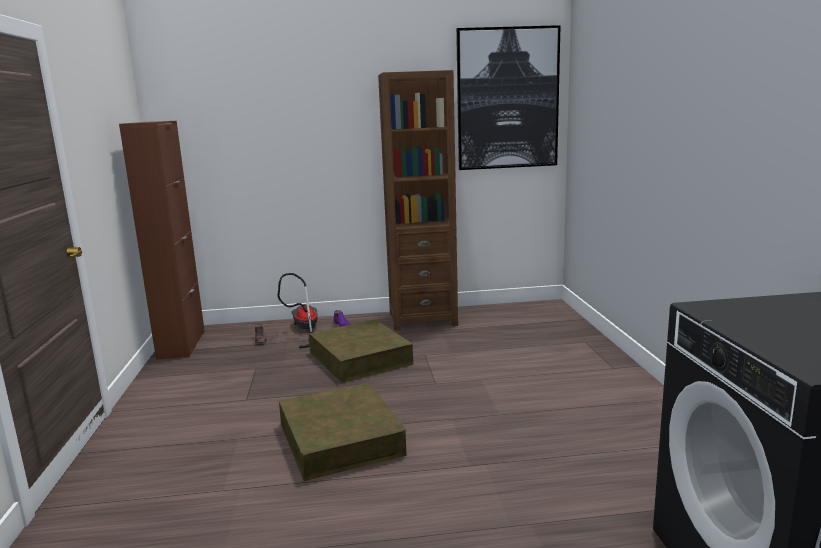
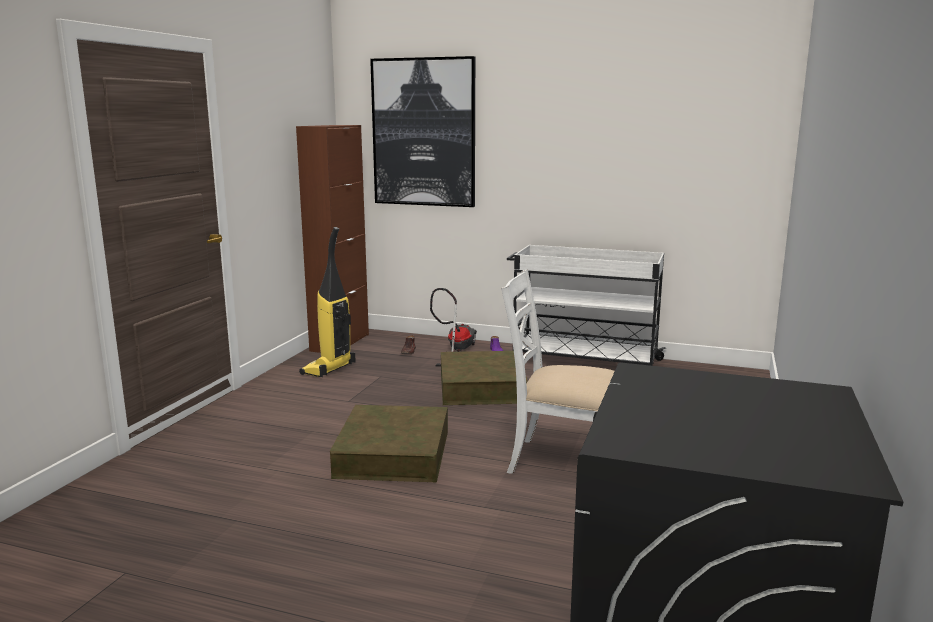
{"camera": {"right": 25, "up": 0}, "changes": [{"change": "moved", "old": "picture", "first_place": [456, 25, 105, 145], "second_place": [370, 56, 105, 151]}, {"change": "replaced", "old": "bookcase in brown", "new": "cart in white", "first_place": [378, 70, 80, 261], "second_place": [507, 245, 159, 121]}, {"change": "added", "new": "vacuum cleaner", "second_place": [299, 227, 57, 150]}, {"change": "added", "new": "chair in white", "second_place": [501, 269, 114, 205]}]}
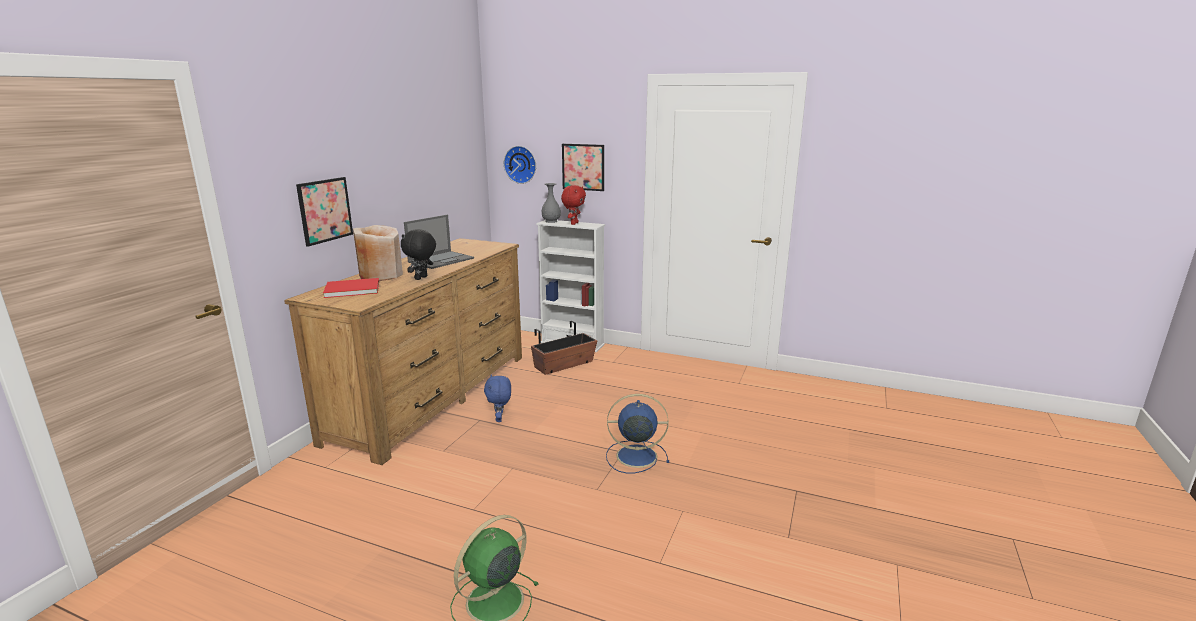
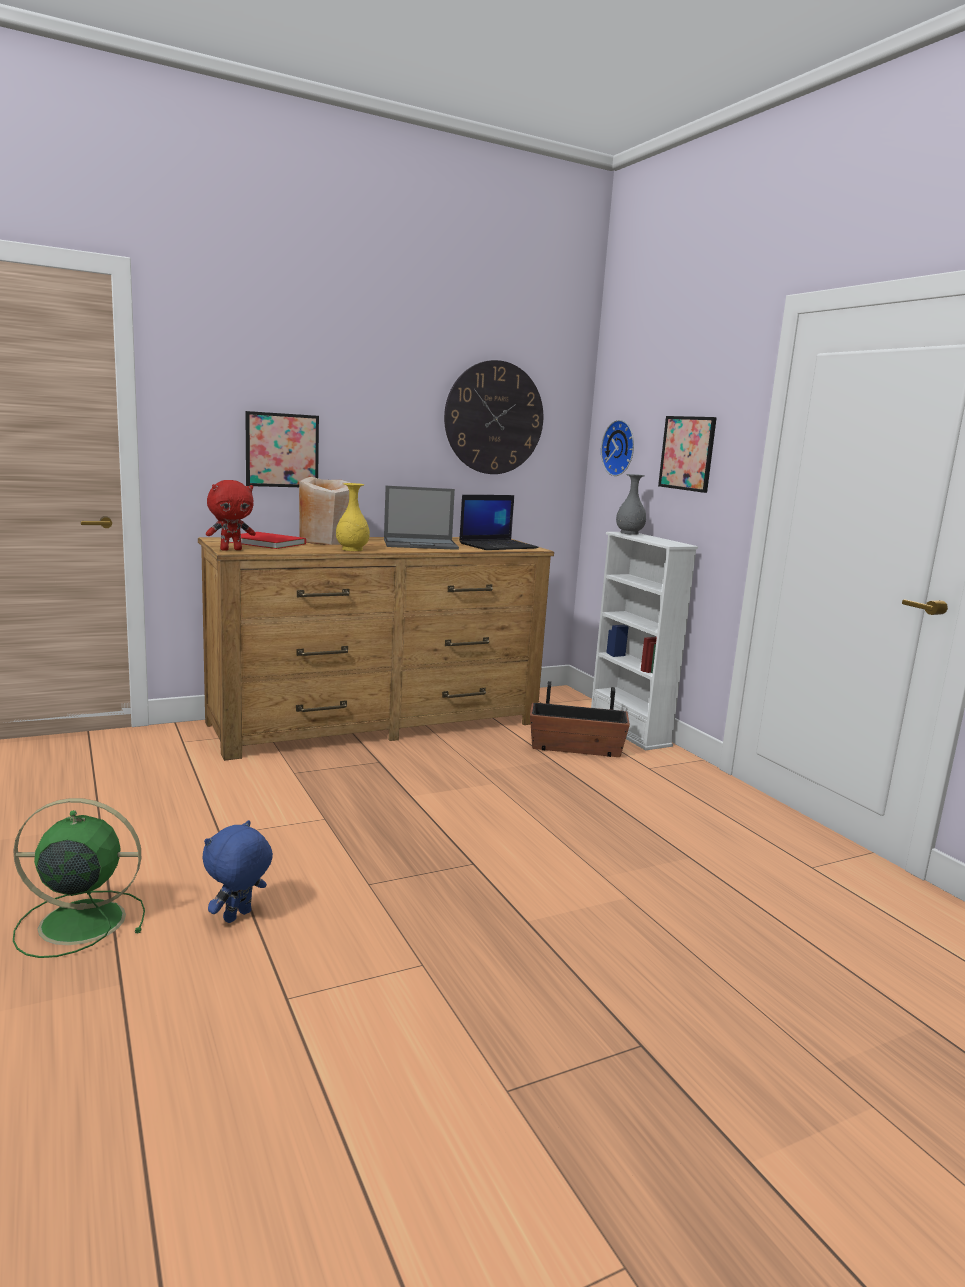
{"camera": {"right": 40, "up": -5}, "changes": [{"change": "moved", "old": "plush toy in red", "first_place": [561, 185, 25, 40], "second_place": [206, 480, 50, 71]}, {"change": "replaced", "old": "plush toy in black", "new": "vase in yellow", "first_place": [401, 229, 35, 51], "second_place": [336, 483, 34, 68]}, {"change": "moved", "old": "plush toy in blue", "first_place": [484, 374, 27, 48], "second_place": [202, 820, 71, 103]}, {"change": "removed", "old": "fan in blue", "first_place": [606, 394, 63, 80]}, {"change": "added", "new": "wall clock", "second_place": [444, 360, 99, 114]}, {"change": "added", "new": "laptop", "second_place": [459, 495, 80, 55]}]}
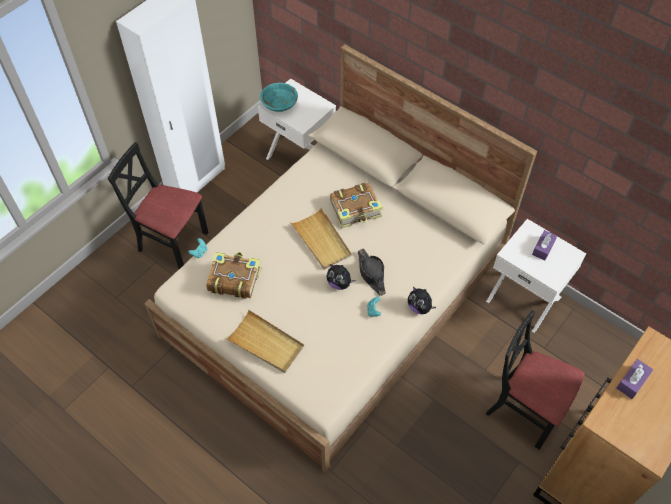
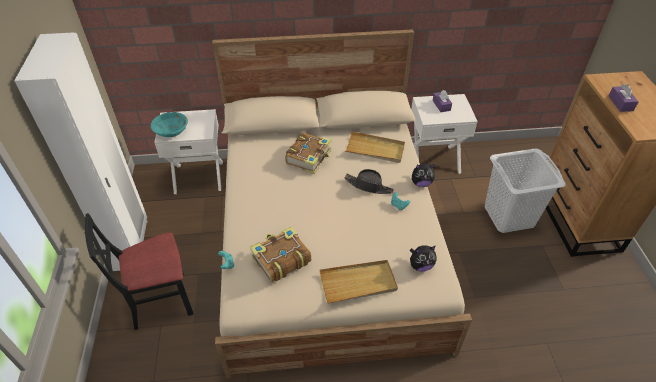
{"camera": {"right": -45, "up": -10}, "changes": [{"change": "moved", "old": "tray in beige", "first_place": [290, 208, 62, 62], "second_place": [345, 131, 60, 32]}, {"change": "moved", "old": "plush toy", "first_place": [327, 264, 28, 26], "second_place": [410, 245, 26, 27]}, {"change": "replaced", "old": "chair in black", "new": "laundry basket in white", "first_place": [486, 310, 98, 140], "second_place": [485, 148, 81, 85]}]}
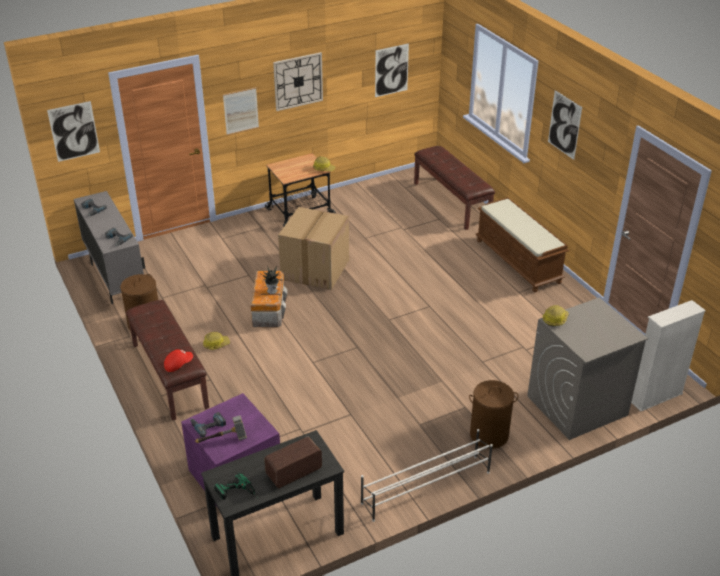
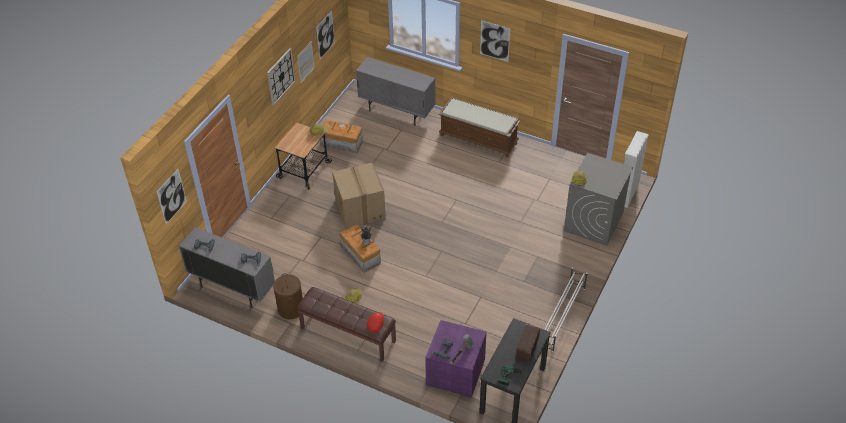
{"camera": {"right": -35, "up": 10}, "changes": [{"change": "moved", "old": "picture", "first_place": [223, 87, 36, 48], "second_place": [297, 41, 18, 42]}, {"change": "replaced", "old": "bench in brown", "new": "cabinet in grey", "first_place": [414, 146, 81, 84], "second_place": [356, 57, 80, 69]}, {"change": "removed", "old": "laundry basket in brown", "first_place": [469, 380, 50, 69]}, {"change": "added", "new": "storage box", "second_place": [320, 120, 43, 33]}]}
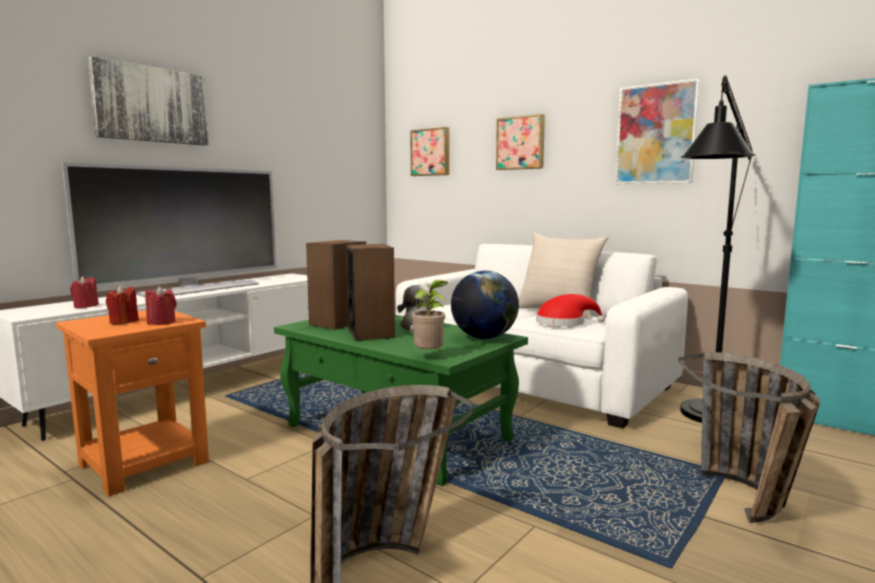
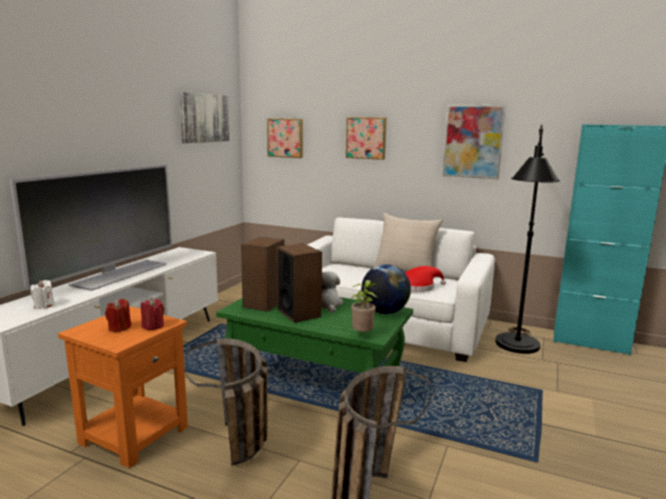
{"camera": {"right": -15, "up": 5}, "changes": [{"change": "moved", "old": "picture", "first_place": [88, 56, 121, 90], "second_place": [179, 92, 51, 51]}, {"change": "recoloured", "old": "candle in red", "new": "candle in white", "first_place": [70, 276, 29, 32], "second_place": [31, 280, 23, 29]}, {"change": "moved", "old": "basket", "first_place": [678, 352, 142, 171], "second_place": [185, 338, 82, 128]}]}
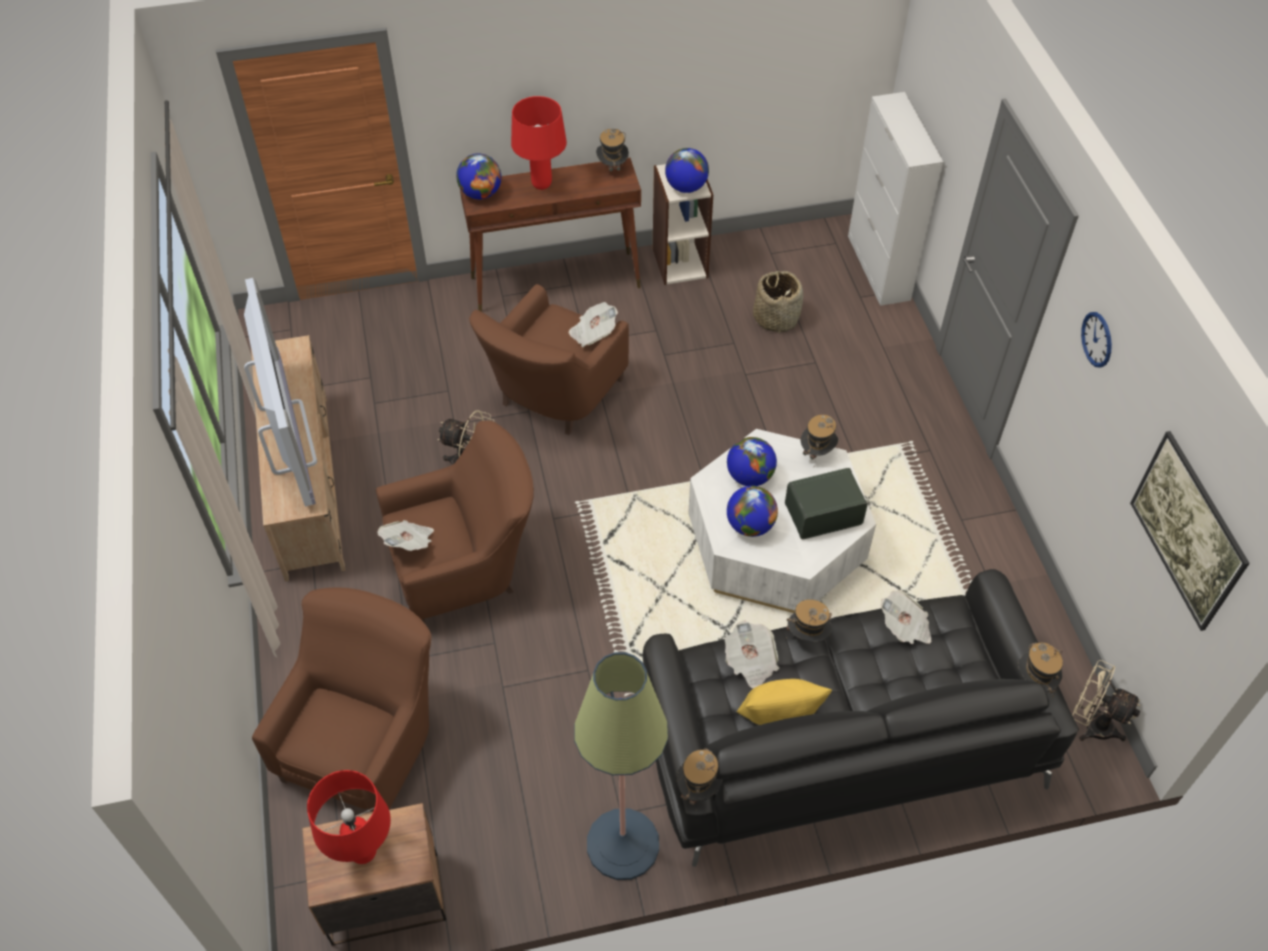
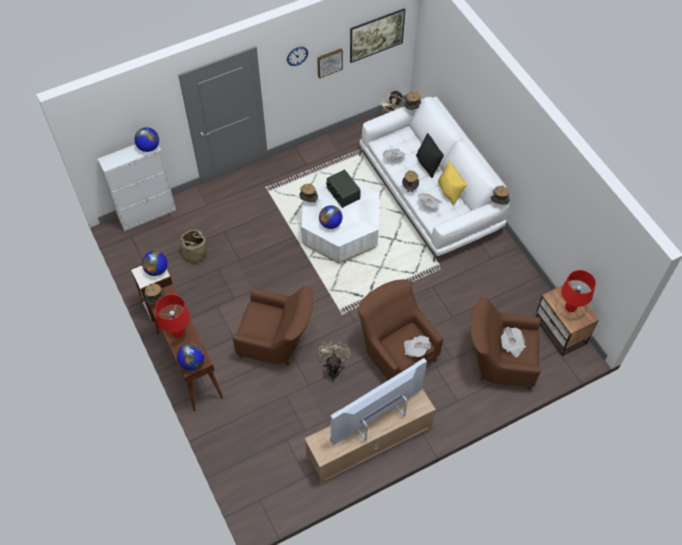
{"camera": {"right": -105, "up": 5}, "changes": [{"change": "moved", "old": "newspaper", "first_place": [569, 302, 49, 45], "second_place": [501, 327, 25, 30]}, {"change": "moved", "old": "globe", "first_place": [727, 486, 51, 51], "second_place": [135, 127, 24, 25]}, {"change": "recoloured", "old": "sofa in black", "new": "sofa in white", "first_place": [643, 569, 436, 298], "second_place": [359, 96, 150, 166]}, {"change": "removed", "old": "floor lamp", "first_place": [574, 652, 94, 228]}, {"change": "added", "new": "picture", "second_place": [317, 49, 26, 30]}, {"change": "added", "new": "pillow in black", "second_place": [416, 133, 28, 45]}]}
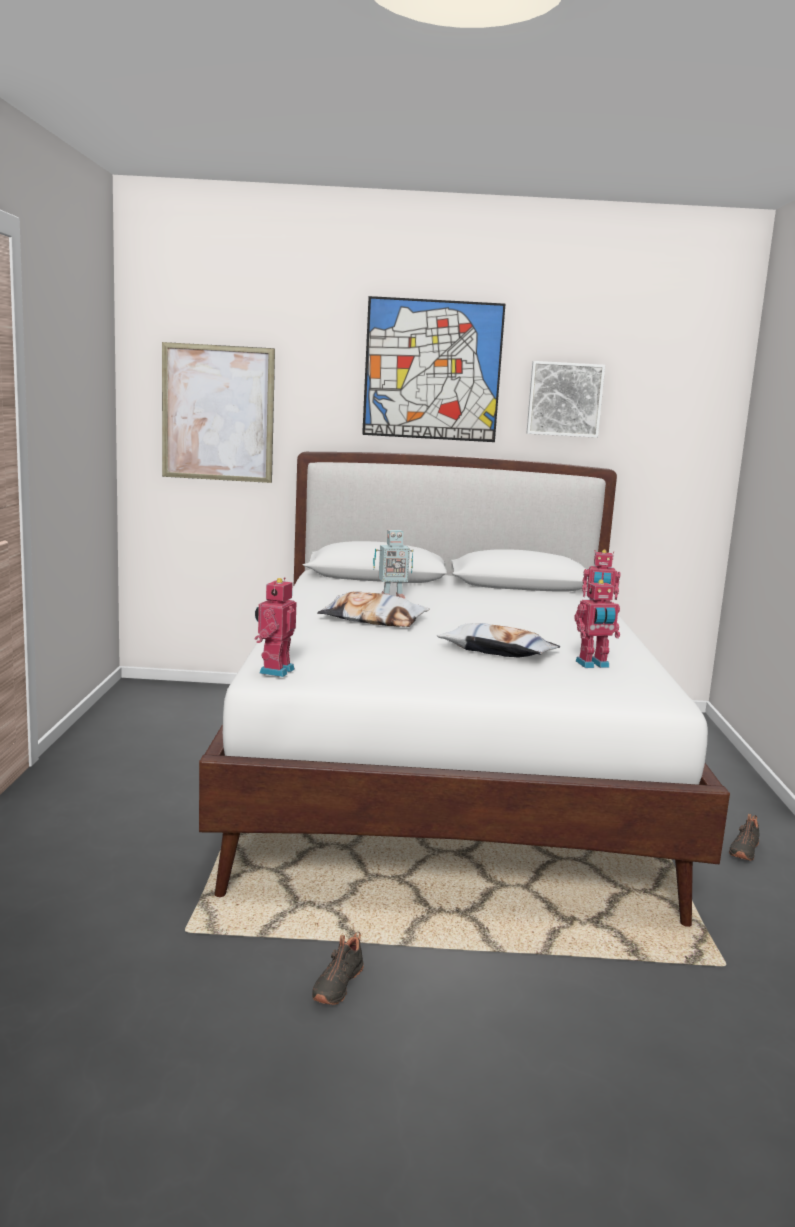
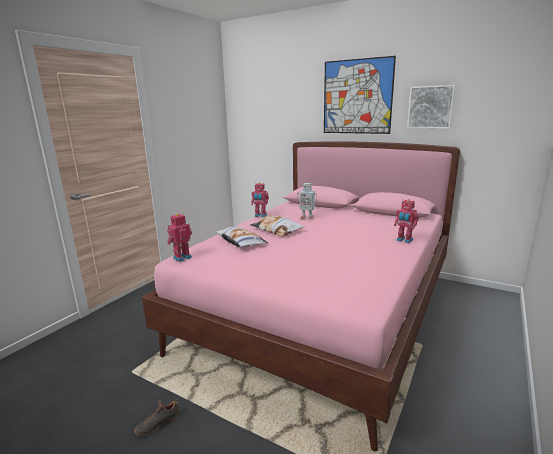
{"camera": {"right": 30, "up": 5}, "changes": [{"change": "removed", "old": "picture", "first_place": [162, 342, 113, 141]}, {"change": "recoloured", "old": "bed in white", "new": "bed in pink", "first_place": [199, 452, 531, 475], "second_place": [142, 141, 318, 310]}, {"change": "moved", "old": "toy robot", "first_place": [574, 580, 46, 88], "second_place": [251, 182, 18, 35]}, {"change": "moved", "old": "pillow", "first_place": [437, 623, 123, 35], "second_place": [215, 227, 53, 20]}, {"change": "removed", "old": "shoe in black", "first_place": [729, 814, 31, 47]}]}
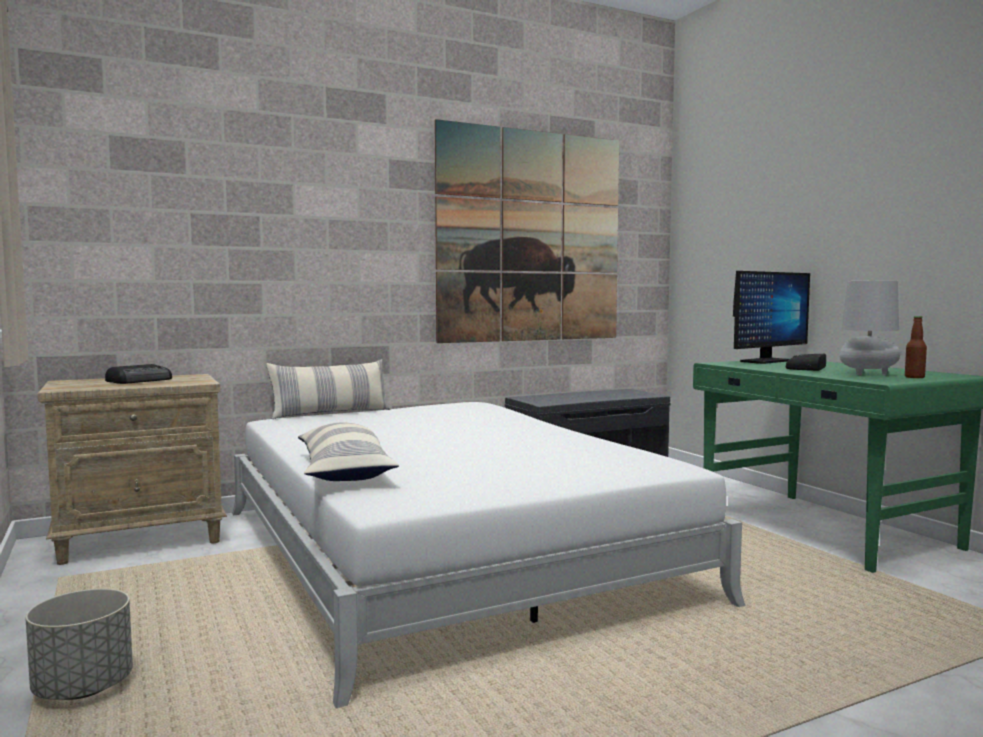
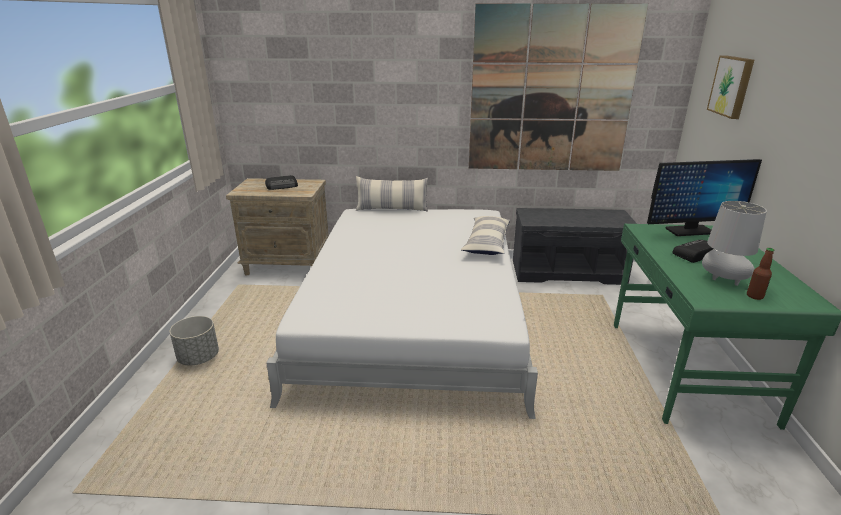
{"camera": {"right": 30, "up": 20}, "changes": [{"change": "moved", "old": "pillow", "first_place": [298, 422, 101, 59], "second_place": [461, 216, 49, 39]}, {"change": "added", "new": "picture", "second_place": [707, 55, 47, 64]}]}
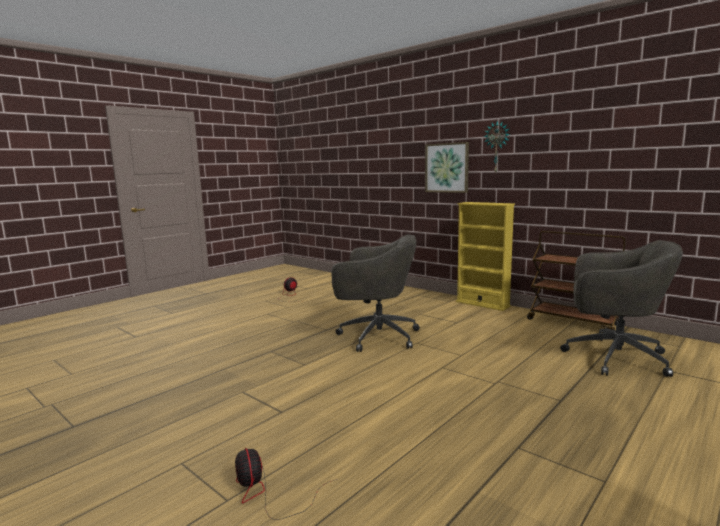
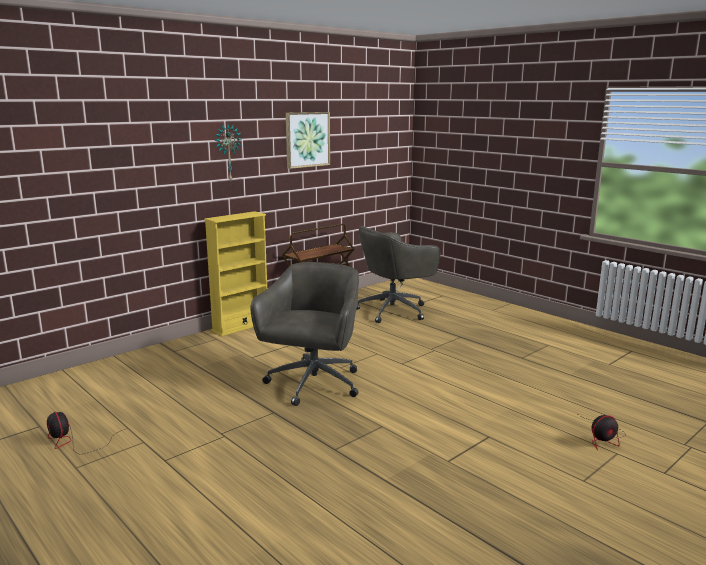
{"camera": {"right": -85, "up": 5}, "changes": [{"change": "moved", "old": "picture", "first_place": [425, 142, 44, 51], "second_place": [286, 112, 44, 57]}, {"change": "turned", "old": "office chair in grey", "first_place": [560, 240, 123, 137], "second_place": [356, 226, 84, 97], "degrees": -150}]}
